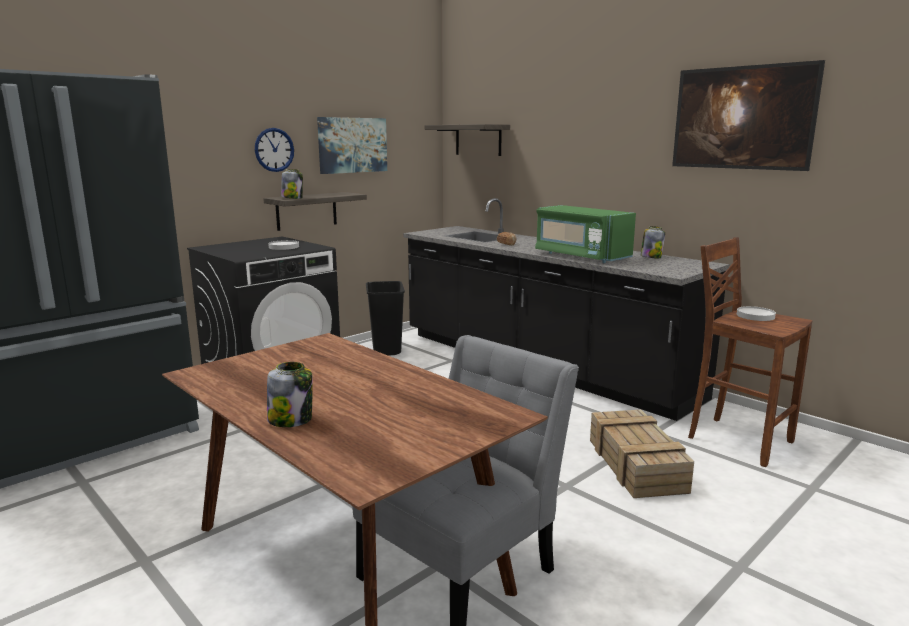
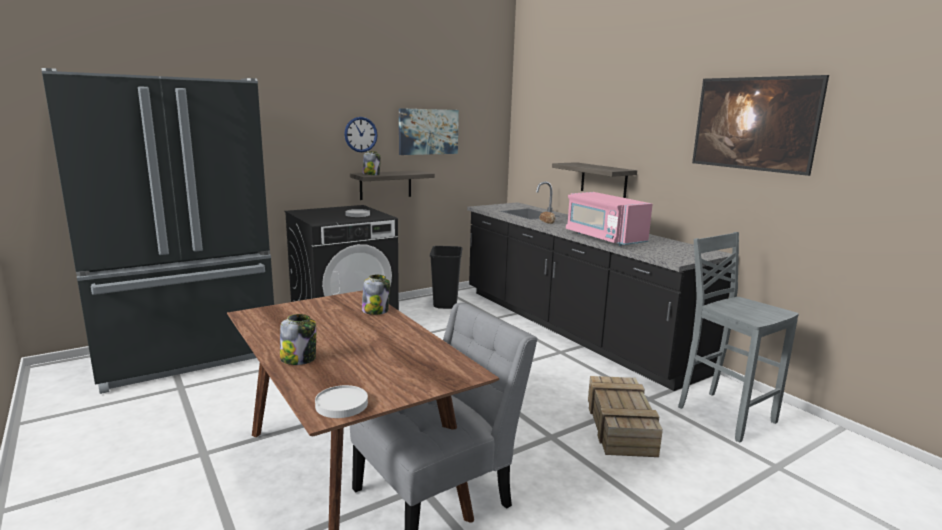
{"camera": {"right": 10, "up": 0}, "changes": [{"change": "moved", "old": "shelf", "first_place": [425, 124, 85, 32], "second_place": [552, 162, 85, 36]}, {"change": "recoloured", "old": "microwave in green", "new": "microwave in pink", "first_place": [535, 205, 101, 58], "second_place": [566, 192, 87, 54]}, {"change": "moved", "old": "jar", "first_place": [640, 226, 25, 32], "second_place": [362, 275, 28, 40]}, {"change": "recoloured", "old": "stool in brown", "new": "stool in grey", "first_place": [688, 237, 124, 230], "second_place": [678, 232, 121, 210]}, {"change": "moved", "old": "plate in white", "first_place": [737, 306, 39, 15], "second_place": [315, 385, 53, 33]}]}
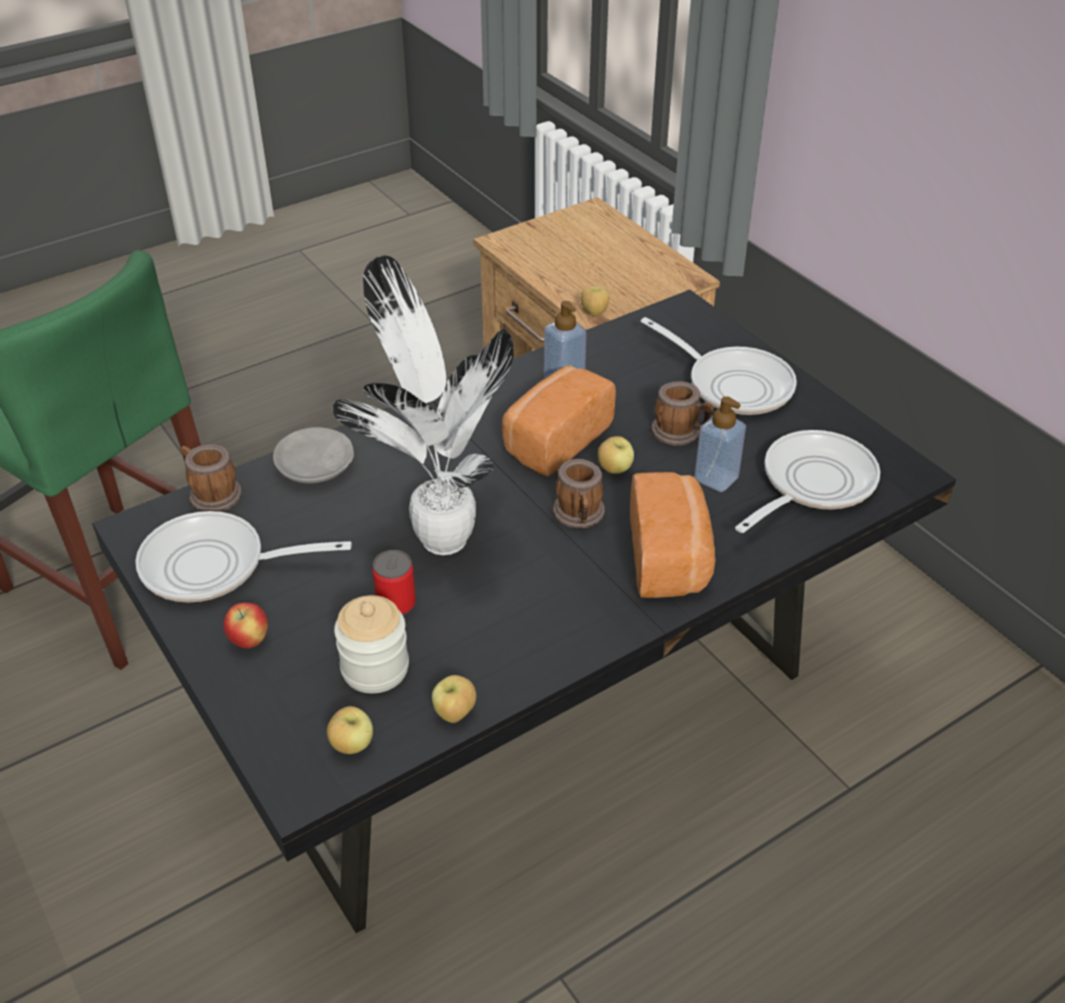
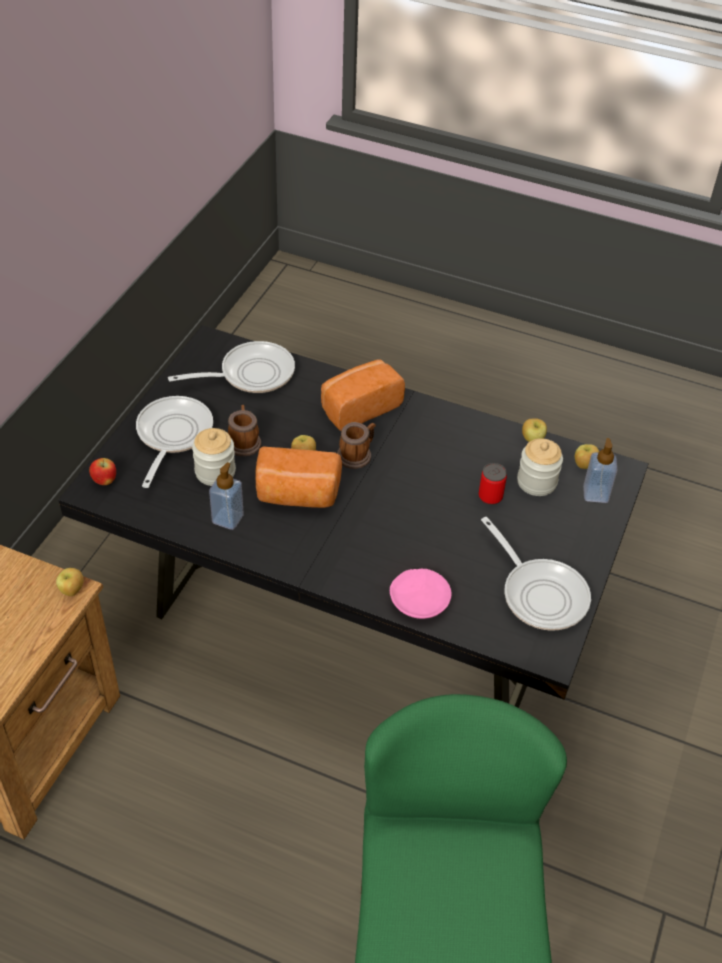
{"camera": {"right": -125, "up": 5}, "changes": [{"change": "removed", "old": "potted plant", "first_place": [332, 256, 182, 299]}, {"change": "moved", "old": "soap dispenser", "first_place": [695, 396, 51, 96], "second_place": [583, 438, 34, 65]}, {"change": "recoloured", "old": "plate in grey", "new": "plate in pink", "first_place": [273, 427, 81, 57], "second_place": [390, 569, 62, 50]}, {"change": "turned", "old": "frying pan", "first_place": [735, 430, 145, 103], "second_place": [168, 341, 127, 52], "degrees": 150}, {"change": "removed", "old": "mug", "first_place": [180, 444, 62, 68]}, {"change": "moved", "old": "apple", "first_place": [224, 603, 44, 45], "second_place": [89, 458, 27, 27]}, {"change": "added", "new": "jar", "second_place": [192, 428, 44, 58]}]}
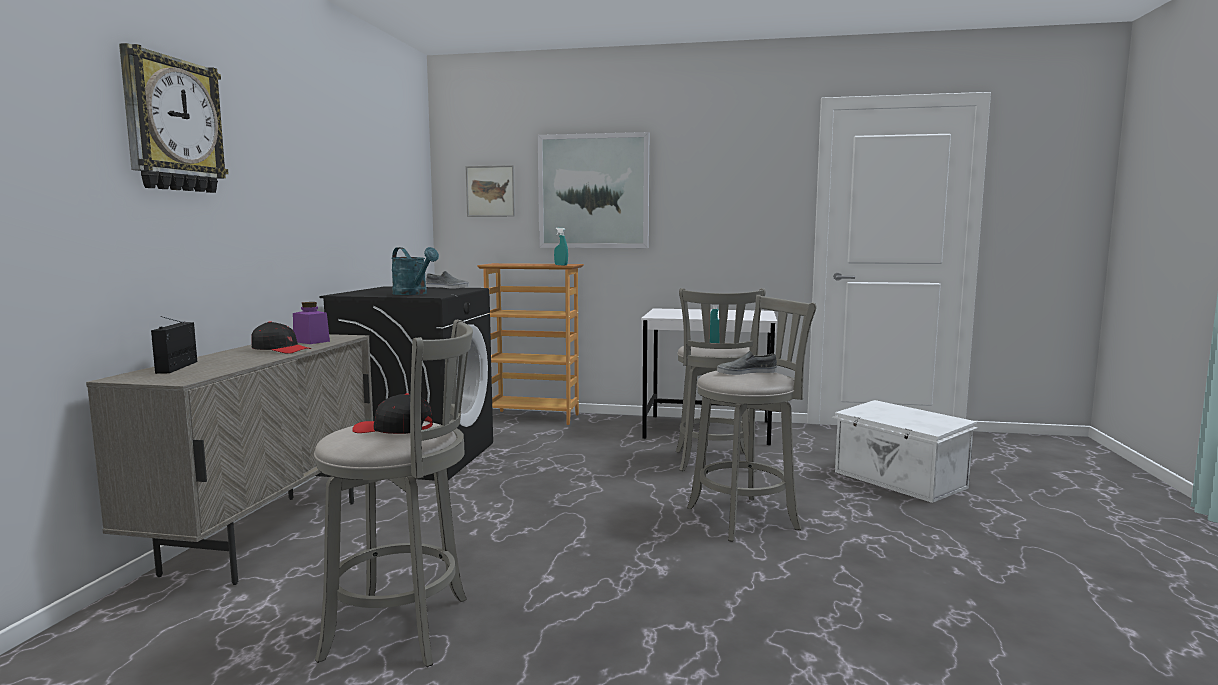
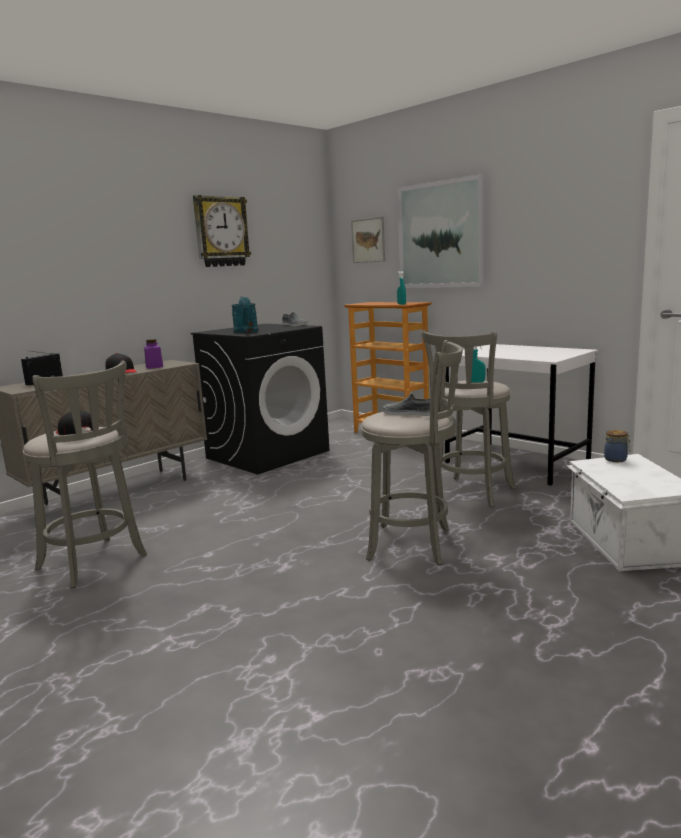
{"camera": {"right": 35, "up": 5}, "changes": [{"change": "moved", "old": "wall clock", "first_place": [119, 43, 109, 150], "second_place": [193, 195, 58, 72]}, {"change": "added", "new": "jar", "second_place": [604, 430, 27, 32]}]}
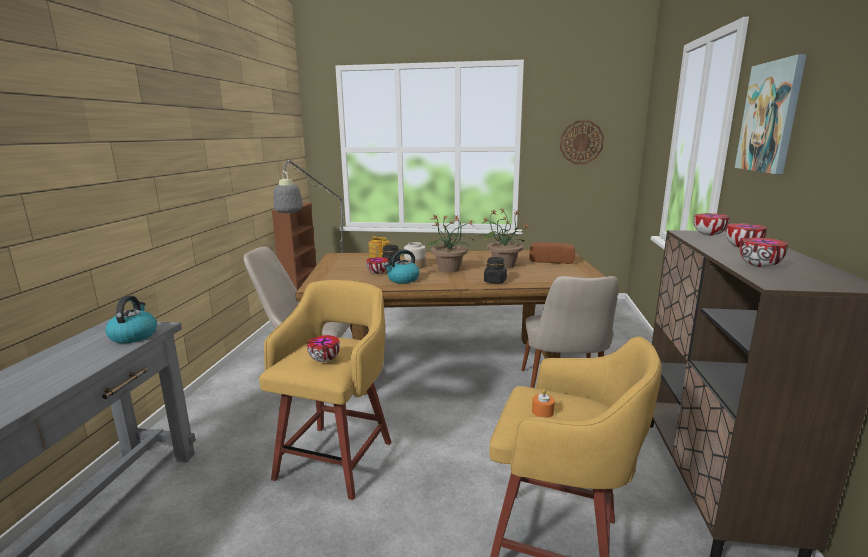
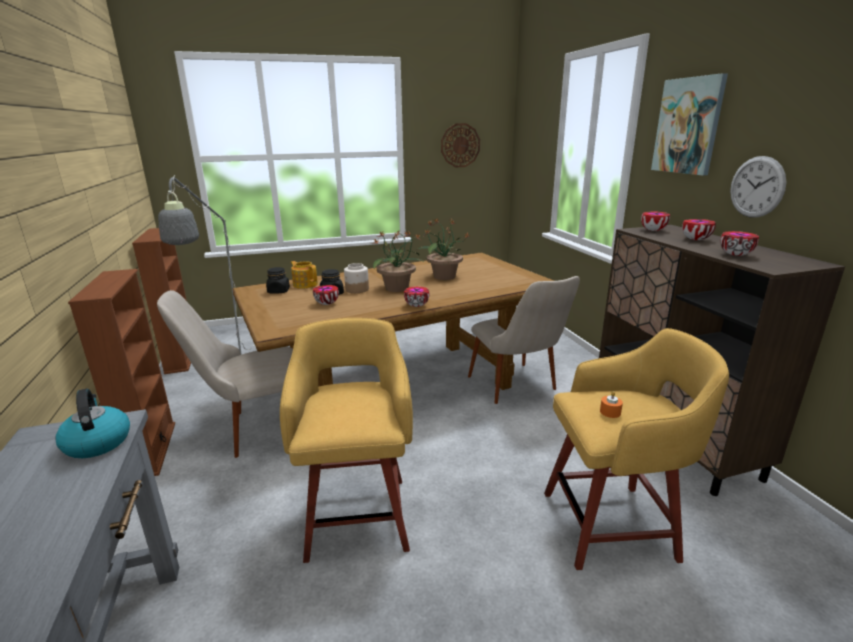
{"camera": {"right": -25, "up": 5}, "changes": [{"change": "removed", "old": "bread", "first_place": [529, 242, 46, 22]}, {"change": "removed", "old": "kettle", "first_place": [384, 249, 36, 34]}, {"change": "moved", "old": "jar in black", "first_place": [484, 257, 23, 26], "second_place": [266, 267, 24, 27]}, {"change": "moved", "old": "bowl", "first_place": [307, 335, 33, 27], "second_place": [404, 286, 25, 21]}, {"change": "added", "new": "wall clock", "second_place": [730, 156, 56, 62]}, {"change": "added", "new": "bookcase in brown", "second_place": [68, 269, 107, 207]}]}
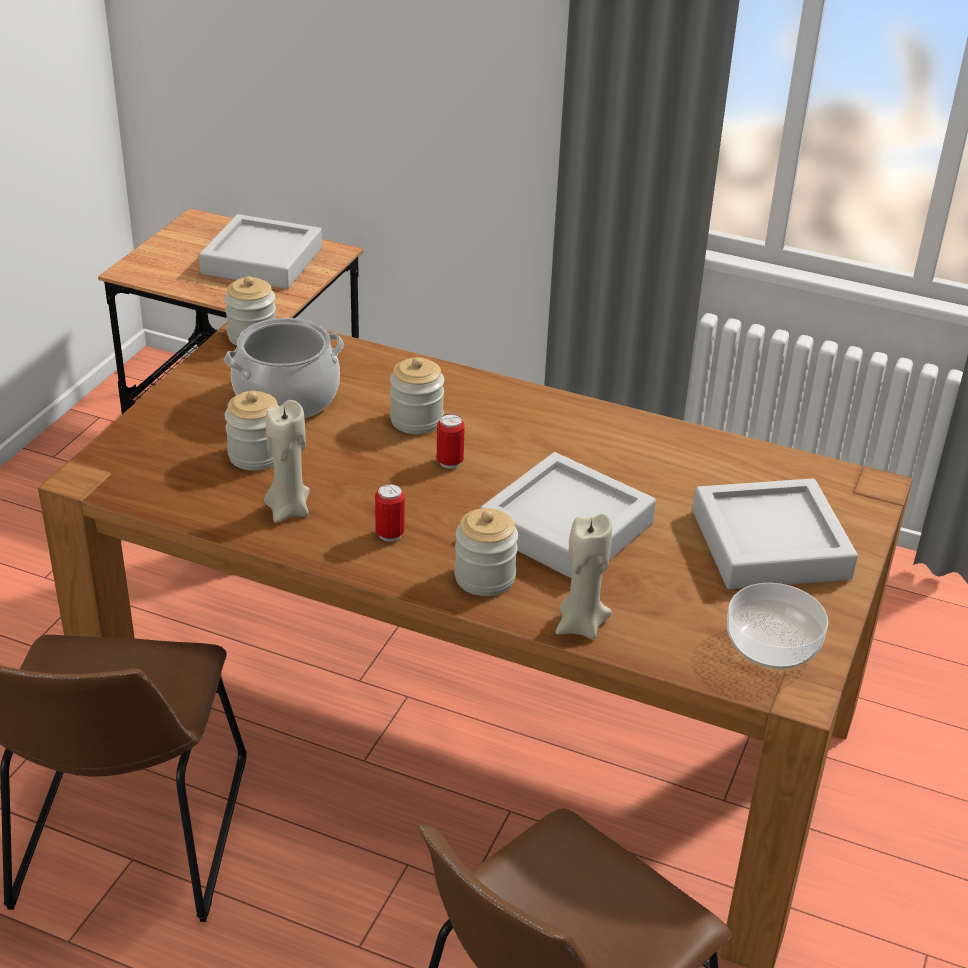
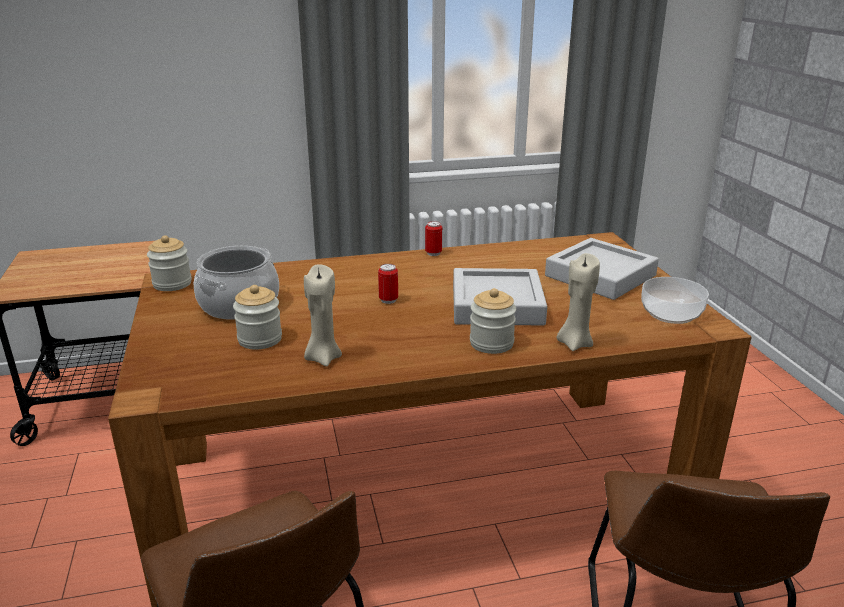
{"camera": {"right": -35, "up": -10}, "changes": [{"change": "removed", "old": "tray in grey", "first_place": [199, 214, 123, 75]}, {"change": "removed", "old": "jar", "first_place": [390, 357, 54, 77]}, {"change": "moved", "old": "can", "first_place": [375, 484, 30, 58], "second_place": [425, 221, 17, 35]}]}
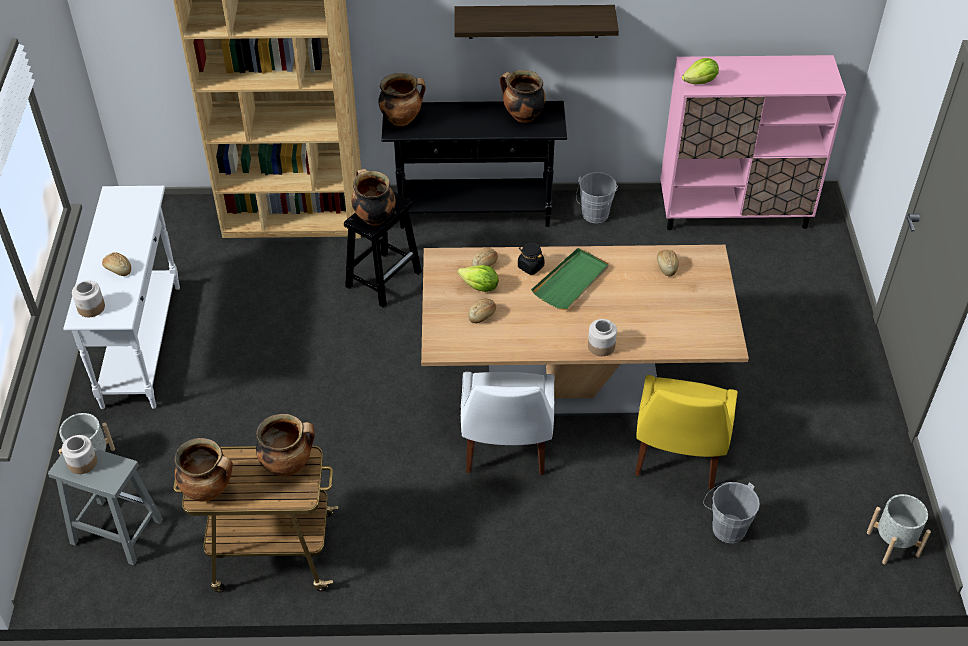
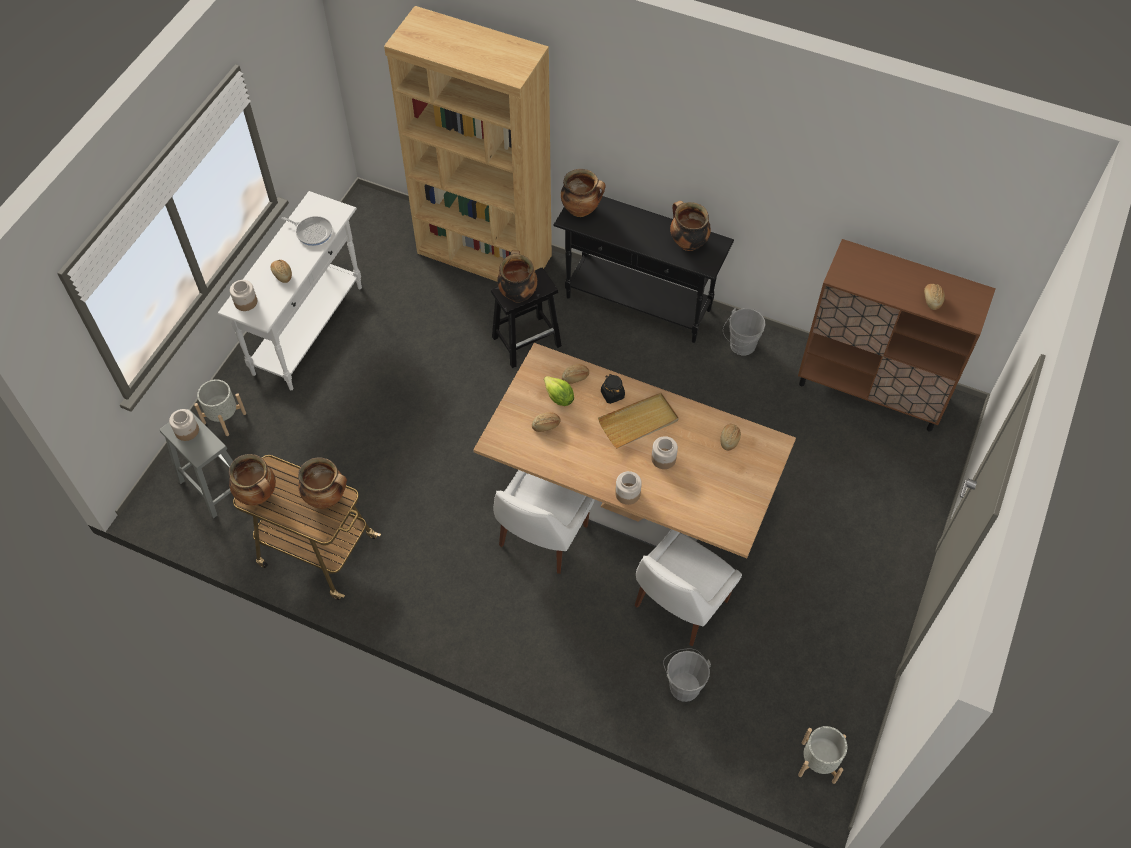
{"camera": {"right": 25, "up": 10}, "changes": [{"change": "removed", "old": "shelf", "first_place": [454, 5, 165, 34]}, {"change": "recoloured", "old": "cabinet in pink", "new": "cabinet in brown", "first_place": [660, 55, 186, 175], "second_place": [798, 239, 198, 193]}, {"change": "removed", "old": "lettuce", "first_place": [682, 58, 37, 26]}, {"change": "recoloured", "old": "tray in green", "new": "tray in beige", "first_place": [531, 248, 78, 62], "second_place": [598, 393, 81, 55]}, {"change": "recoloured", "old": "chair in yellow", "new": "chair in white", "first_place": [635, 375, 103, 115], "second_place": [635, 529, 107, 117]}, {"change": "added", "new": "frying pan", "second_place": [281, 216, 51, 30]}, {"change": "added", "new": "bread", "second_place": [924, 284, 21, 26]}, {"change": "added", "new": "jar", "second_place": [651, 436, 27, 33]}]}
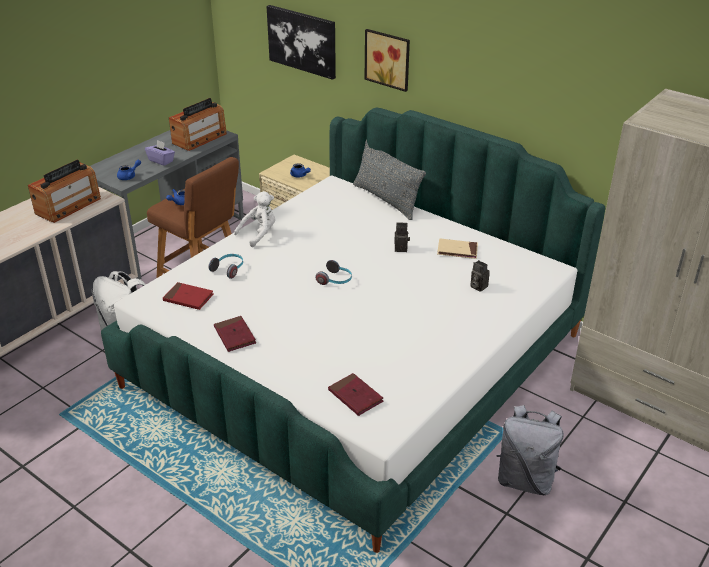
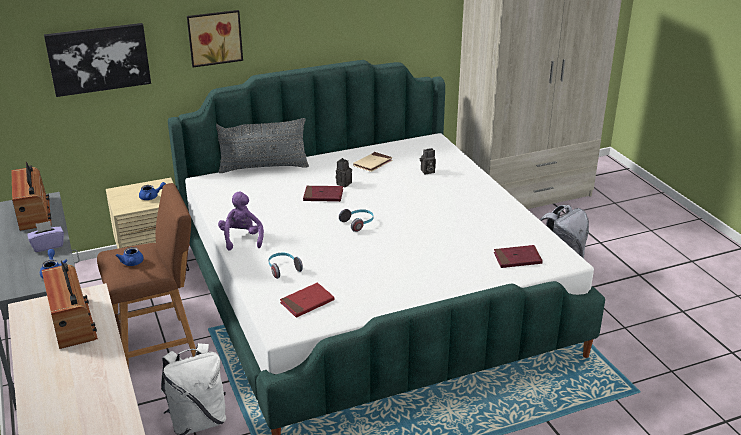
{"camera": {"right": -60, "up": -5}, "changes": [{"change": "recoloured", "old": "plush toy in white", "new": "plush toy in purple", "first_place": [234, 191, 41, 56], "second_place": [218, 192, 46, 59]}, {"change": "moved", "old": "book in red", "first_place": [214, 316, 42, 36], "second_place": [303, 186, 40, 16]}]}
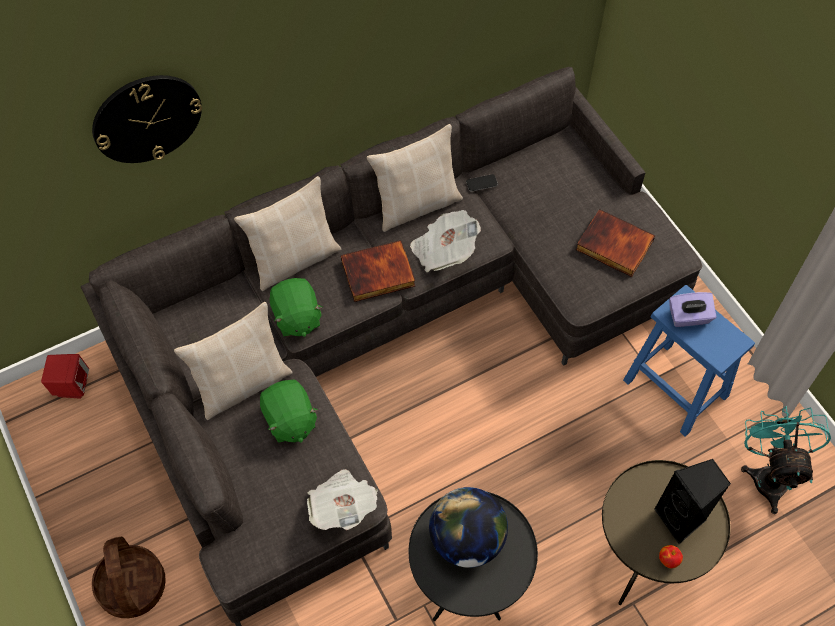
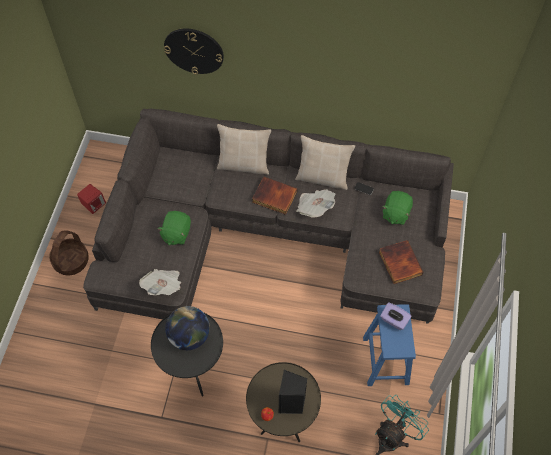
{"camera": {"right": 40, "up": 0}, "changes": [{"change": "moved", "old": "plush toy in green", "first_place": [269, 278, 54, 59], "second_place": [382, 191, 31, 34]}, {"change": "removed", "old": "pillow in beige", "first_place": [174, 302, 119, 118]}, {"change": "moved", "old": "speaker in red", "first_place": [41, 354, 48, 45], "second_place": [77, 184, 29, 30]}]}
